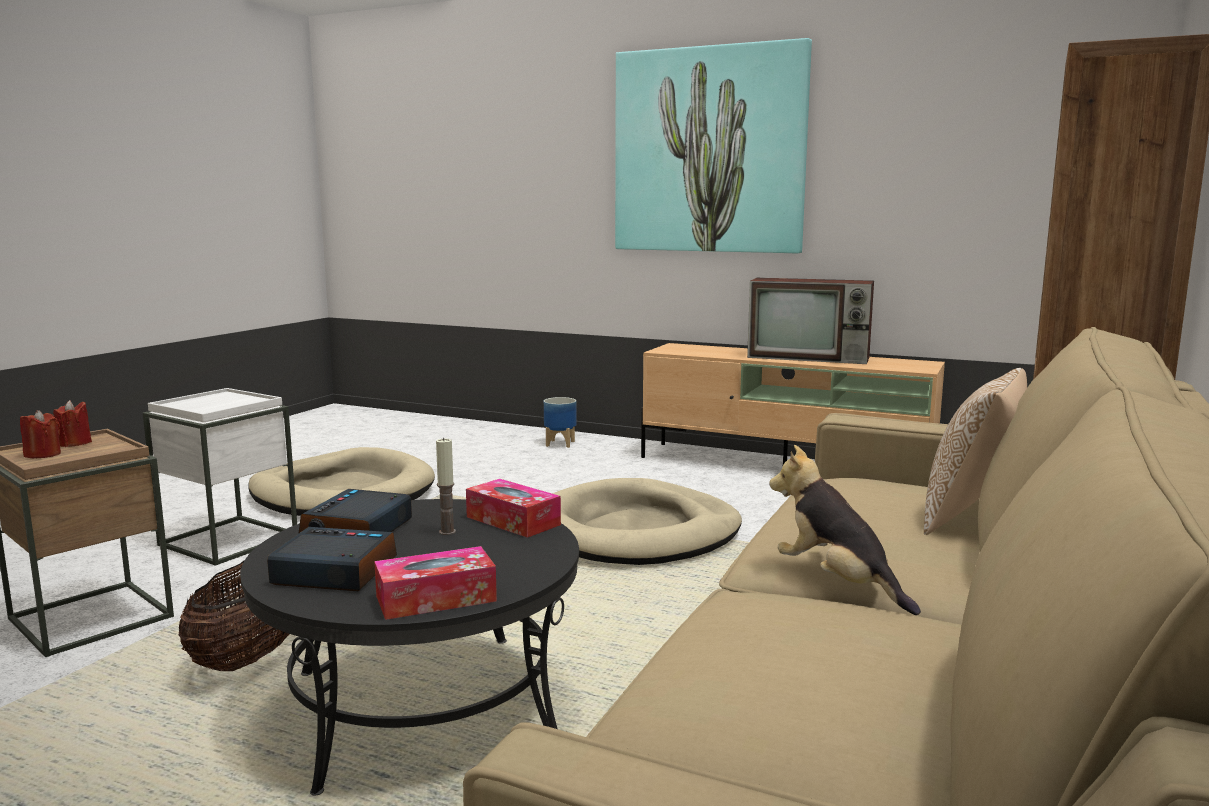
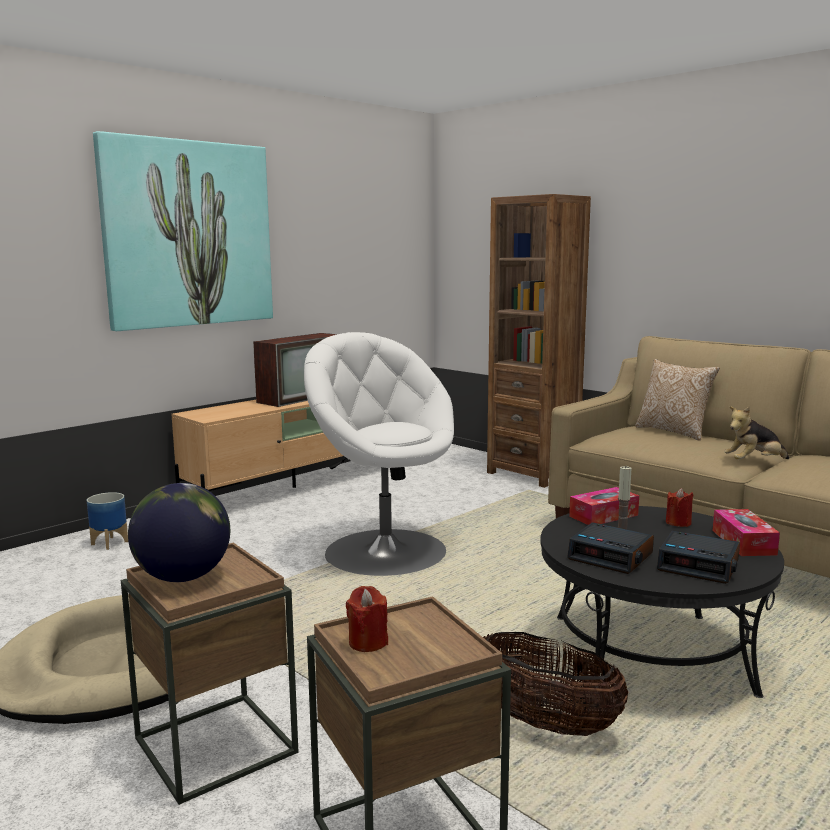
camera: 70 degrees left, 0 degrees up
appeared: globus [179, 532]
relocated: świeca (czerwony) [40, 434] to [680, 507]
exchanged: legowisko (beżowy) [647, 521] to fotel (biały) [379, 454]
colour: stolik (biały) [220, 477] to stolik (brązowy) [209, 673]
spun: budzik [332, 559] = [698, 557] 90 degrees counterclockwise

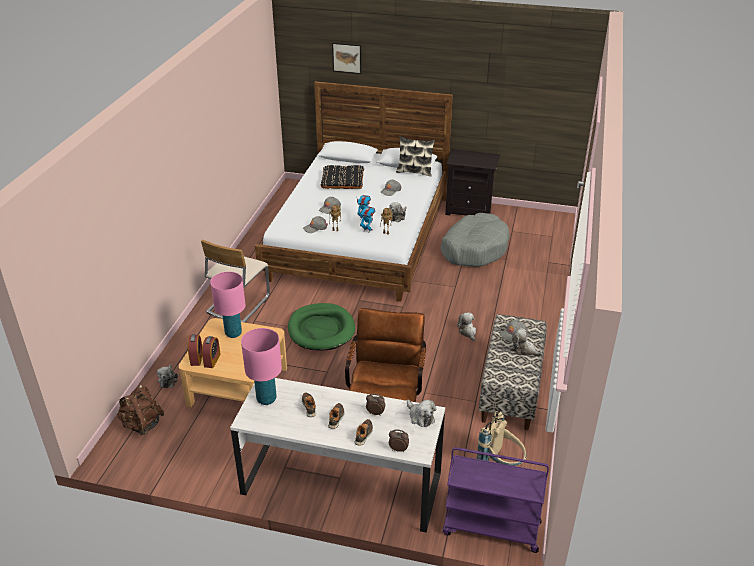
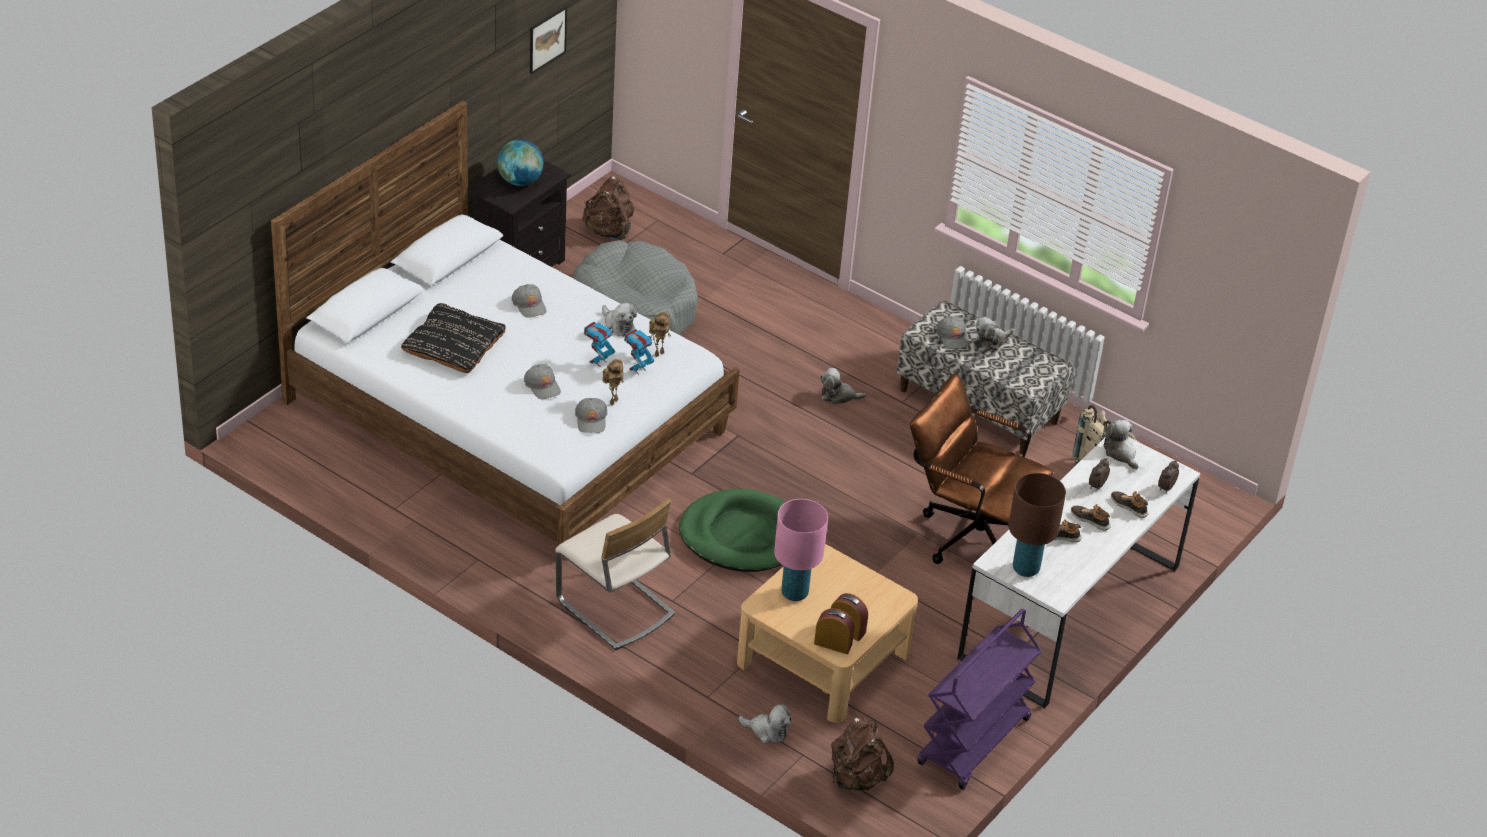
camera: 70 degrees left, 5 degrees up
missing: poduszka [415, 156]
appeared: globus [520, 162]; plecak (brązowy) [608, 208]
relocated: obraz [346, 58] to [548, 40]; wózek (fioletowy) [496, 500] to [979, 699]
colour: lampa stołowa (różowy) [261, 366] to lampa stołowa (brązowy) [1037, 525]
spun: pluszak [421, 413] = [1121, 444] 105 degrees counterclockwise

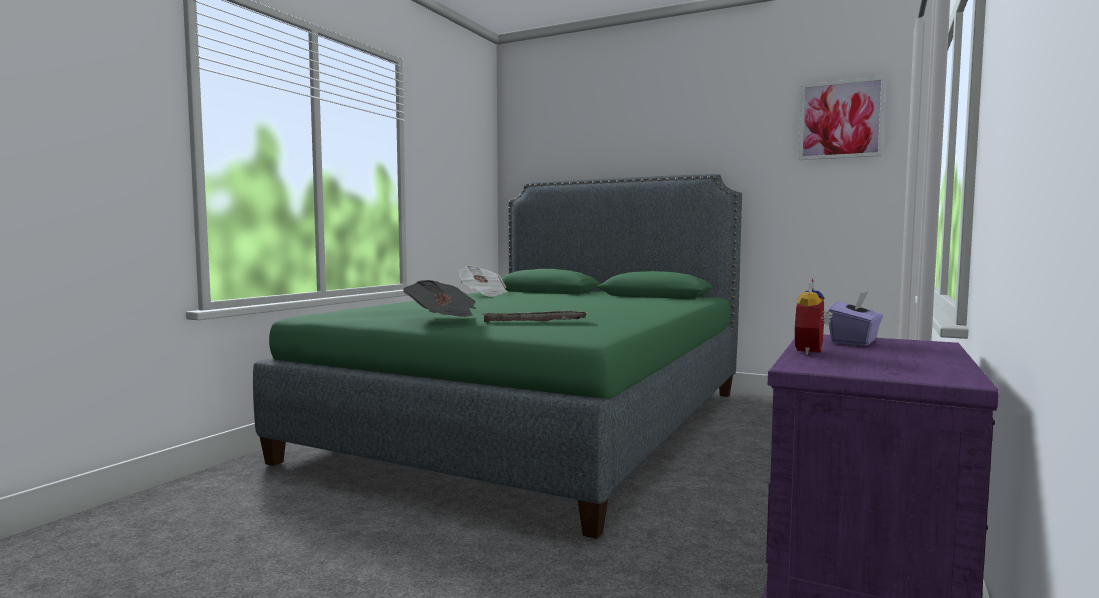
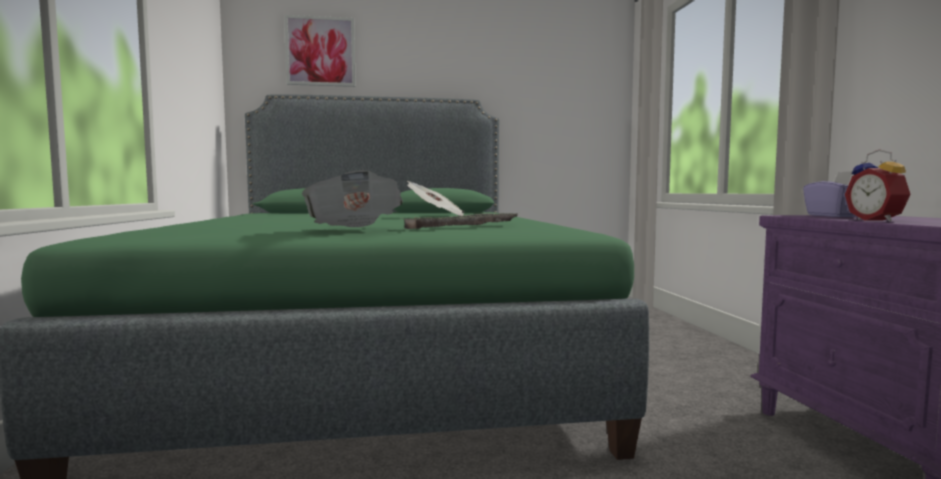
camera: 35 degrees left, 0 degrees up
relocated: obraz [842, 118] to [320, 51]; gazeta [483, 281] to [436, 198]

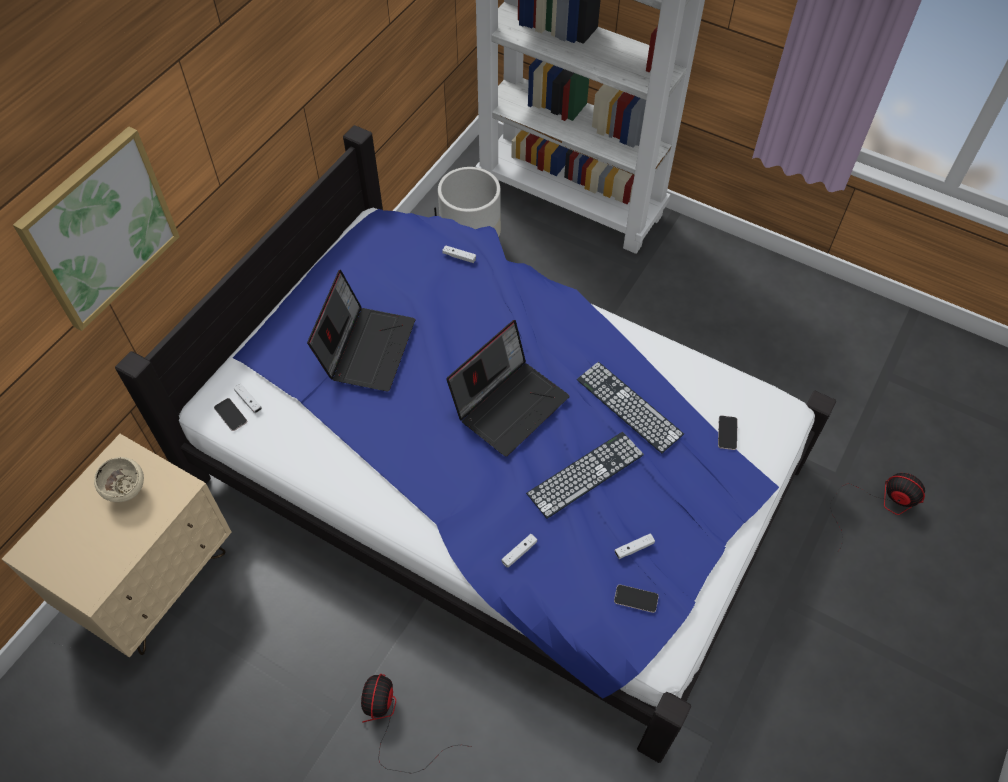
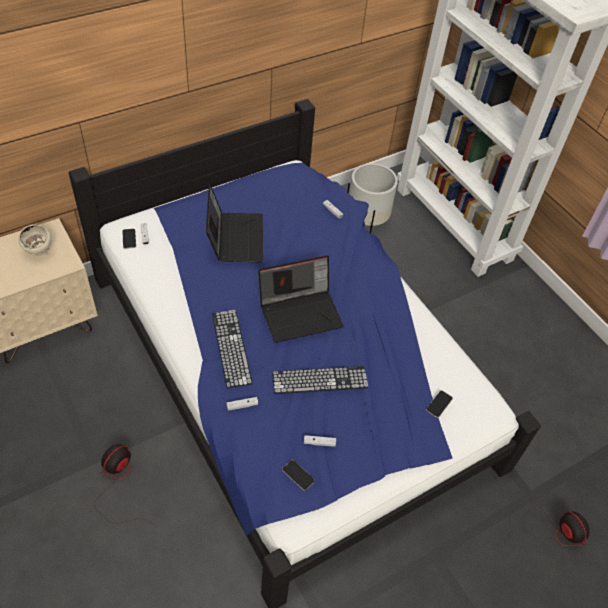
camera: 25 degrees right, 5 degrees down
missing: obraz [96, 228]
relocated: klawiatura [630, 407] to [232, 349]
spun: laptop [361, 330] = [234, 223] 45 degrees counterclockwise

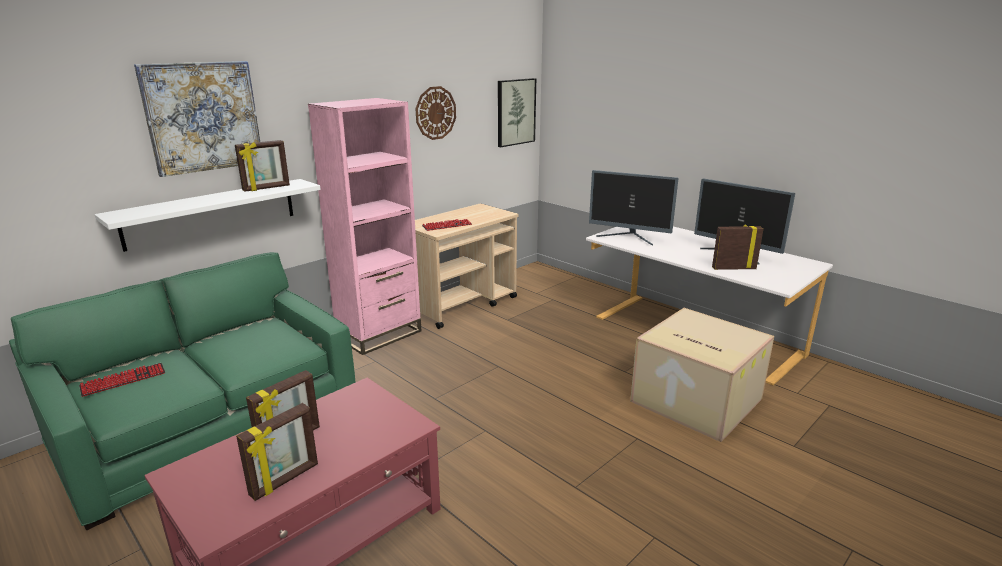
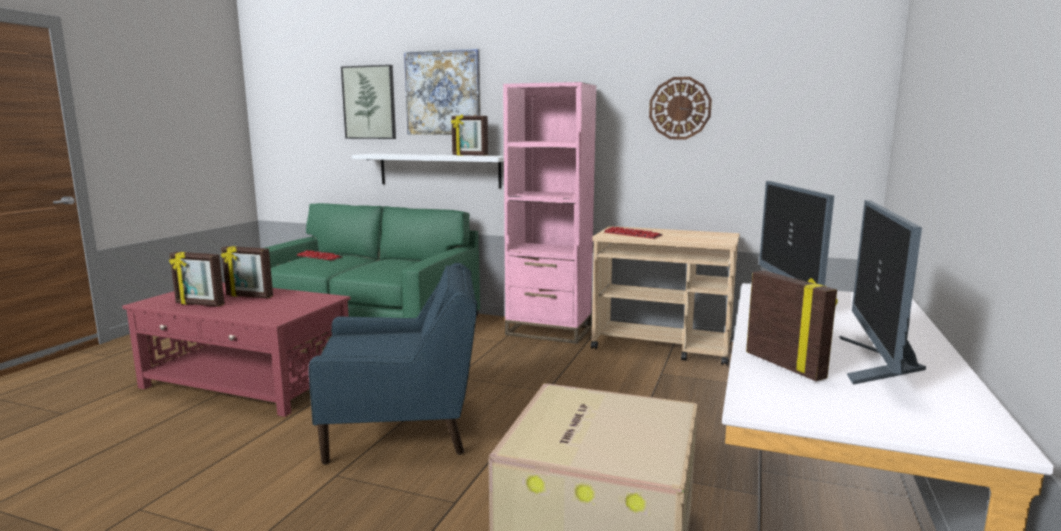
camera: 65 degrees right, 10 degrees down
appeared: fotel (niebieski) [393, 363]
relocated: obraz [517, 112] to [368, 102]

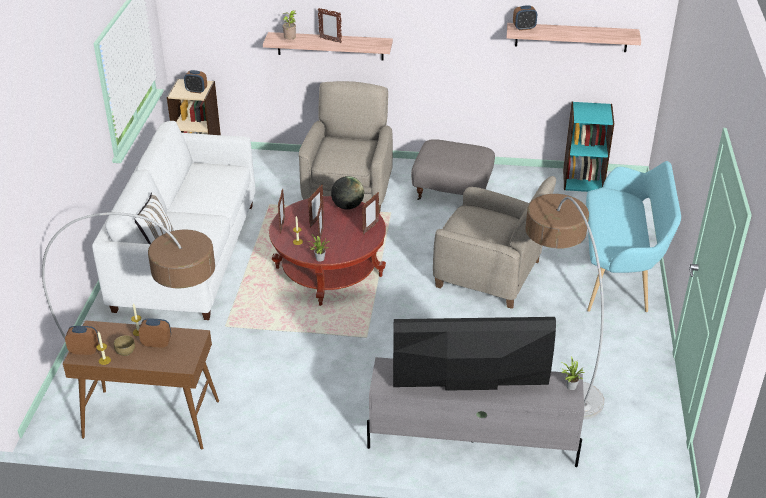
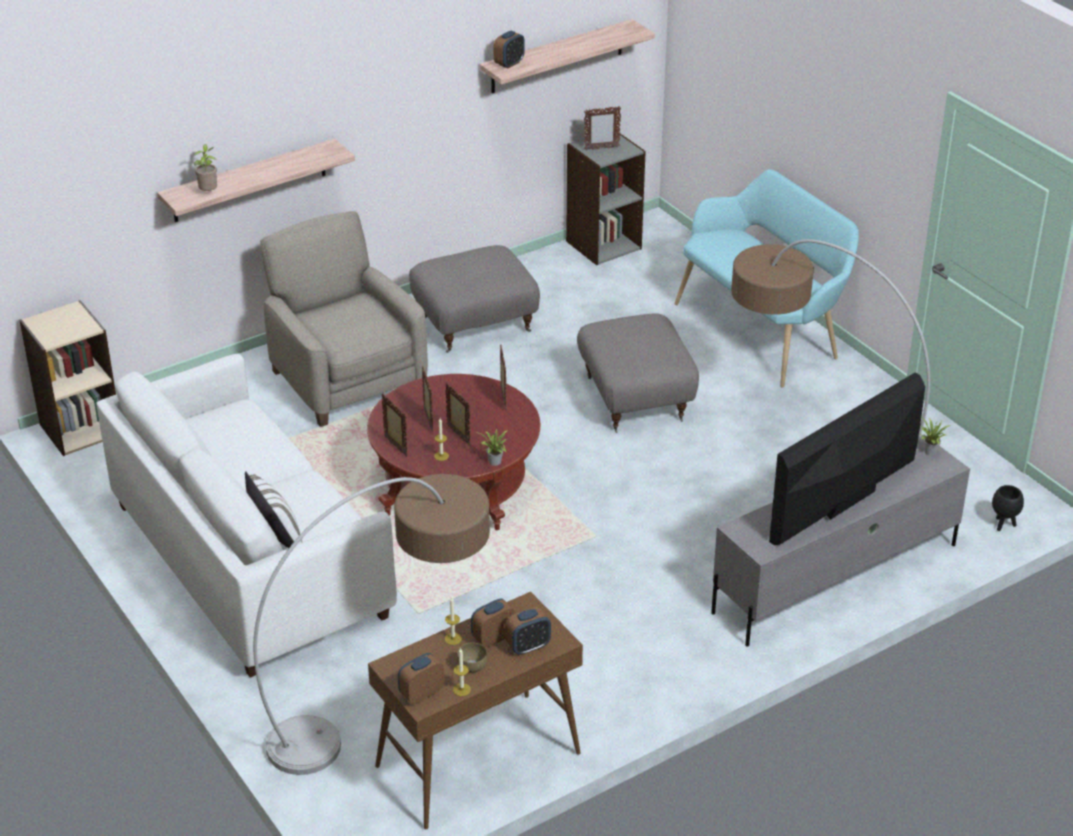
camera: 40 degrees left, 0 degrees up
missing: globus [347, 193]
appeared: donica (czarny) [1008, 508]
relocated: budzik [195, 81] to [528, 631]; ramka na zdjęcie [330, 25] to [602, 128]
exchanged: fotel (beżowy) [494, 242] to pufa (szary) [638, 373]
colour: regał (turkusowy) [588, 147] to regał (szary) [606, 198]

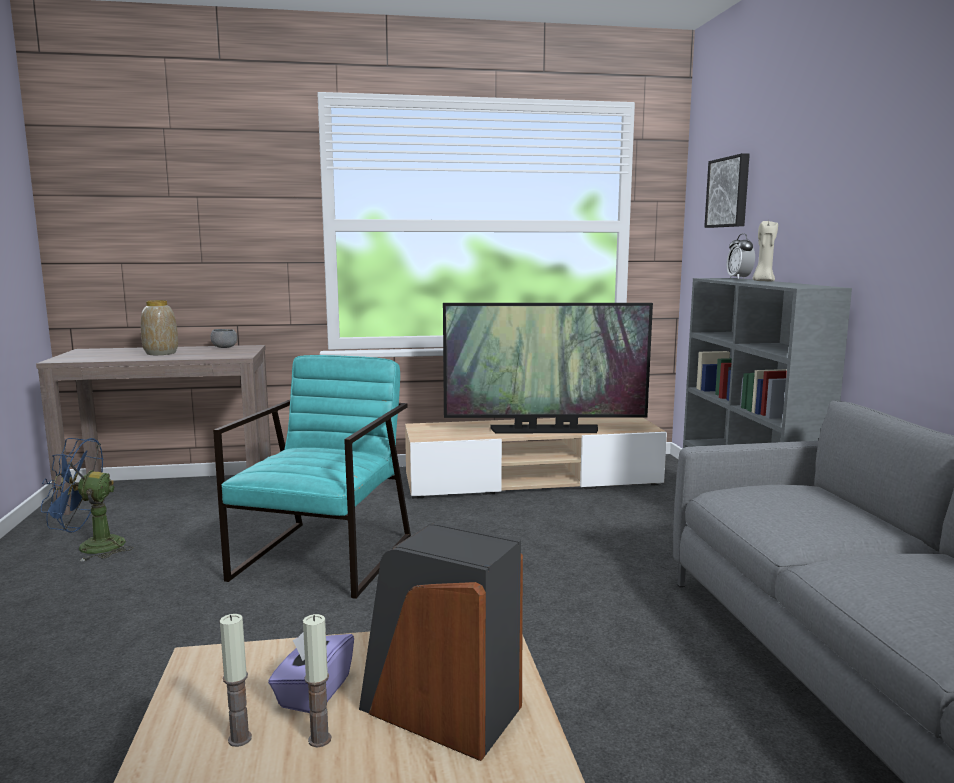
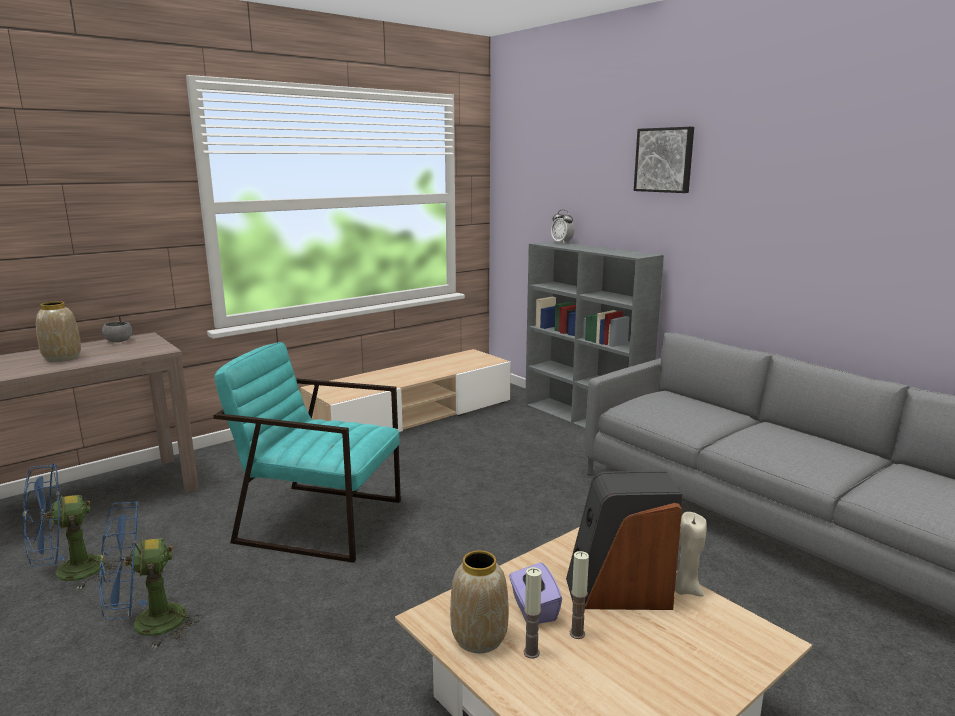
camera: 30 degrees left, 5 degrees up
missing: telewizor [548, 368]
appeared: wentylator (niebieski) [151, 575]; wazon [479, 602]
relocated: obraz [727, 190] to [664, 160]; świeca (beżowy) [765, 251] to [691, 554]
spun: fotel (turkusowy) [312, 477] = [307, 452] 60 degrees counterclockwise

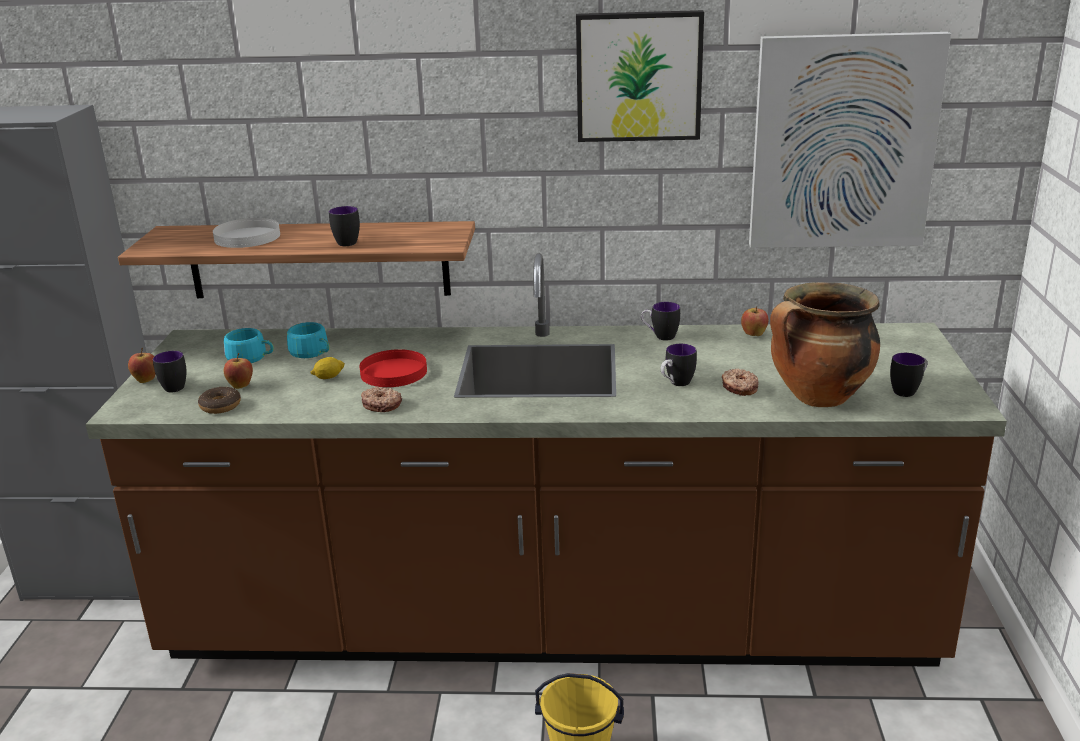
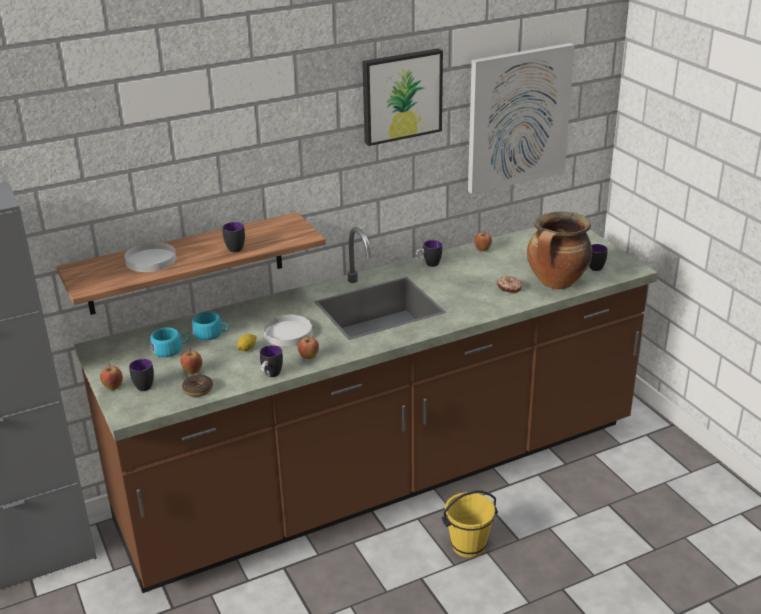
camera: 30 degrees left, 5 degrees up
relocated: kubek [679, 365] to [271, 361]
exchanged: donut [381, 399] to jabłko [308, 348]
colour: talerz (czerwony) [393, 368] to talerz (biały) [288, 330]

